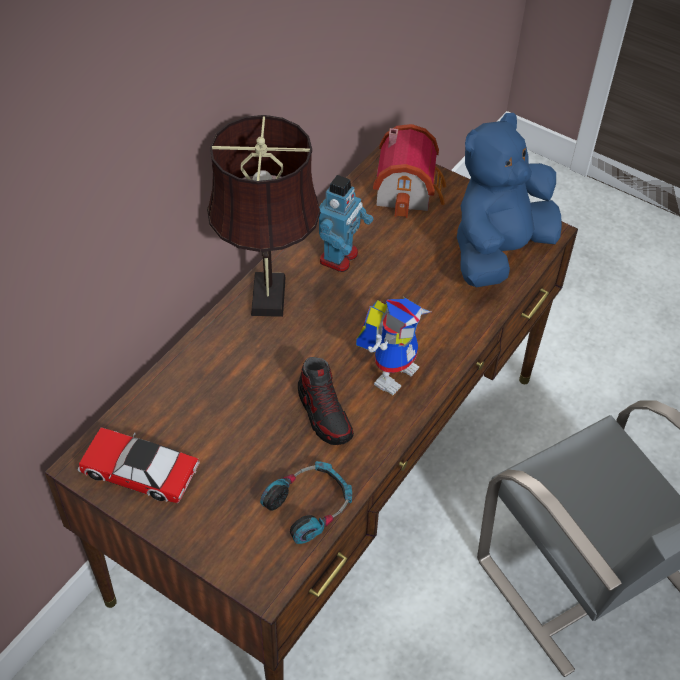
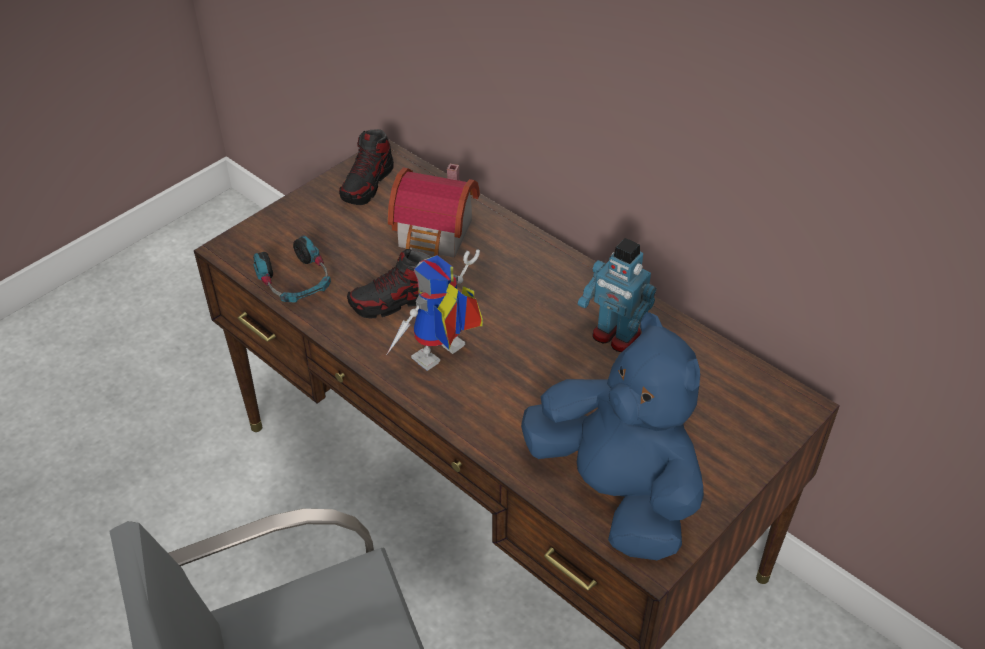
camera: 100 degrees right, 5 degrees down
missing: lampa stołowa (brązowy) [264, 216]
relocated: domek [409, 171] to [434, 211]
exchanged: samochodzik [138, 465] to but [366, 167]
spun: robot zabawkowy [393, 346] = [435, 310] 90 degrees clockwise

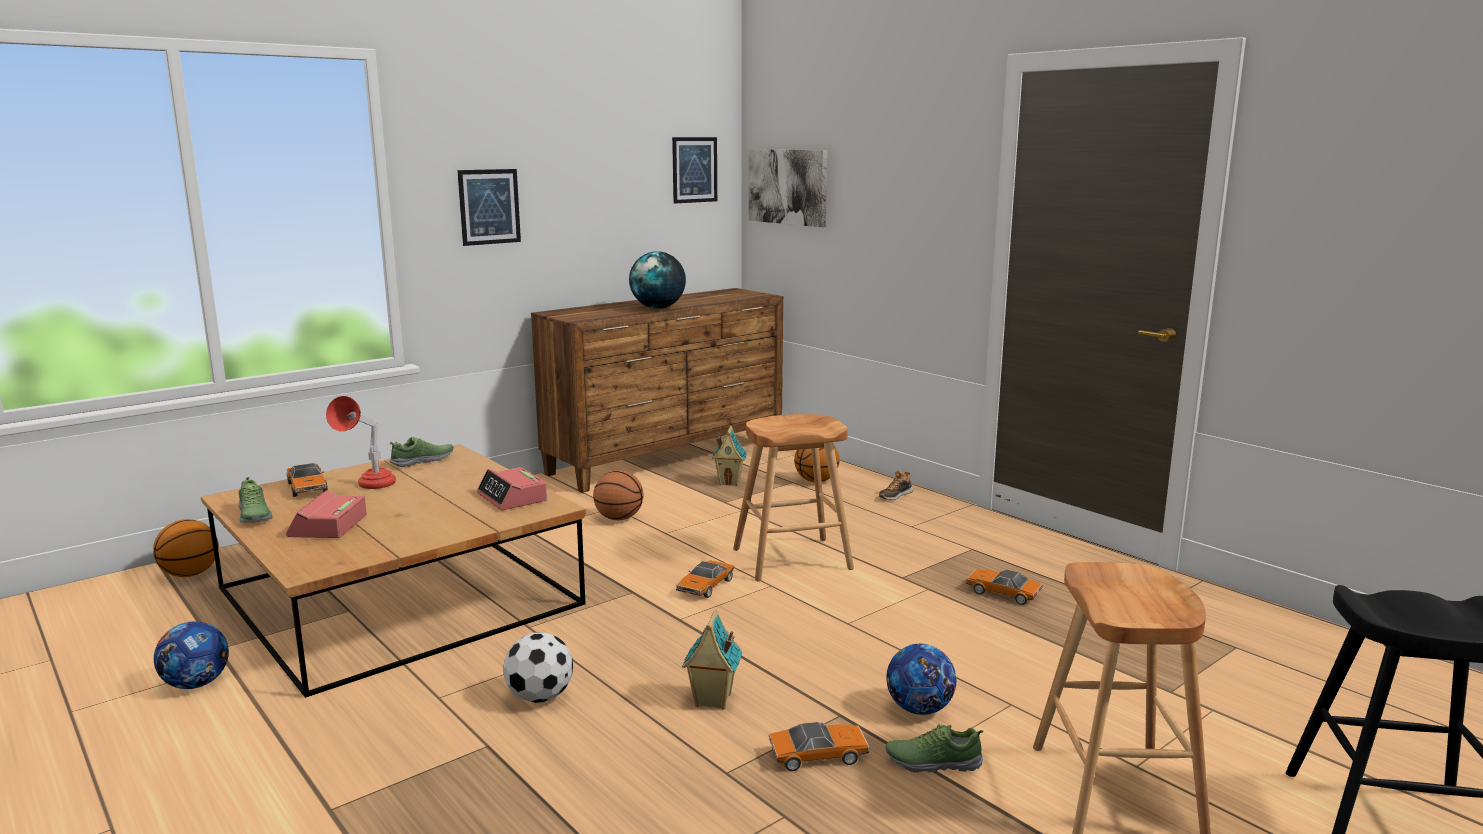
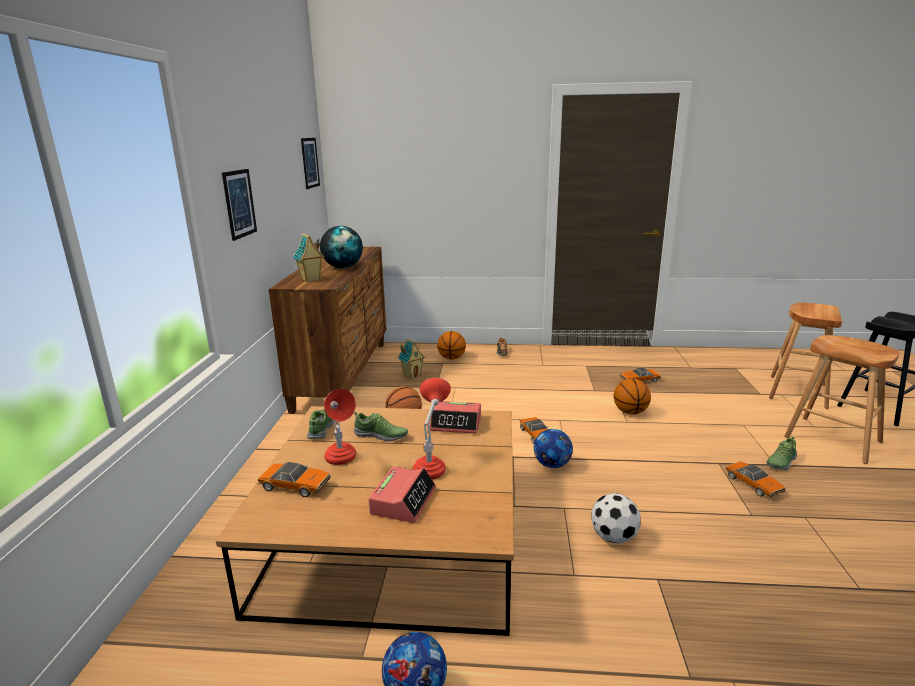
camera: 45 degrees left, 5 degrees up
missing: obraz [788, 188]
appeared: lampa stołowa (czerwony) [432, 429]
relocated: domek [712, 659] to [309, 257]; but [255, 500] to [381, 427]; piłka futbolowa [921, 679] to [553, 448]; piłka do koszykówki [186, 548] to [632, 397]; stołek (brązowy) [793, 497] to [805, 356]
spun: budzik [326, 514] = [402, 494] 120 degrees counterclockwise; samochodzik [819, 746] = [756, 479] 120 degrees clockwise

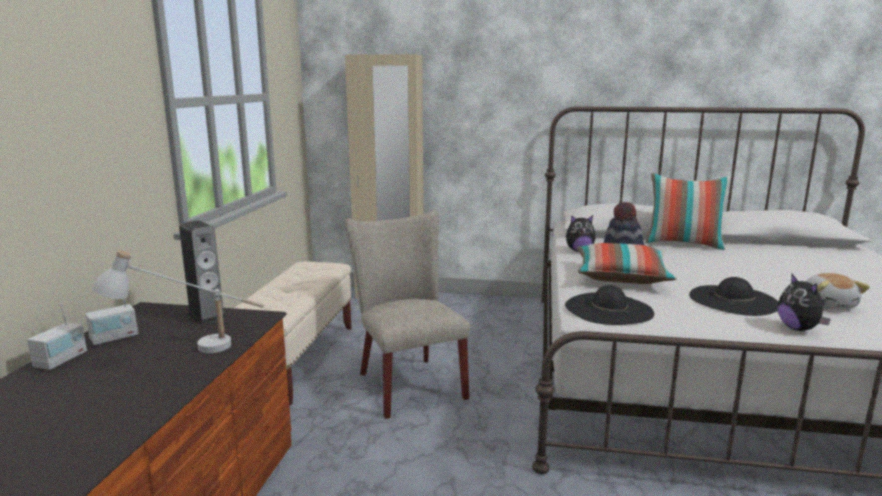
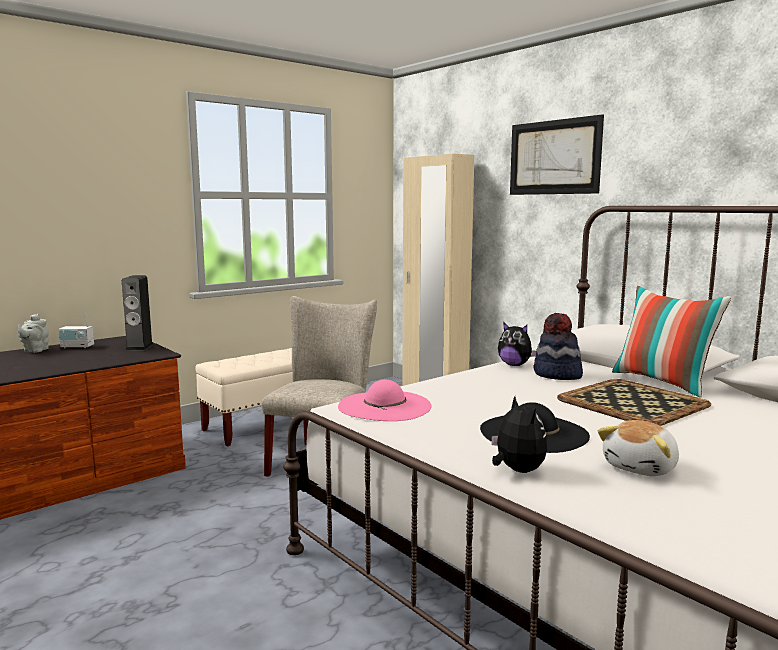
camera: 40 degrees right, 5 degrees down
missing: lampa stołowa (biały) [178, 301]; poduszka [627, 263]
appeared: obraz [557, 154]; taca [634, 402]
exchanged: radio [57, 336] to imbryk (szary) [33, 333]
colour: kapelusz (czarny) [609, 305] to kapelusz (różowy) [385, 400]
spun: pluszak [804, 302] = [519, 434] 135 degrees clockwise

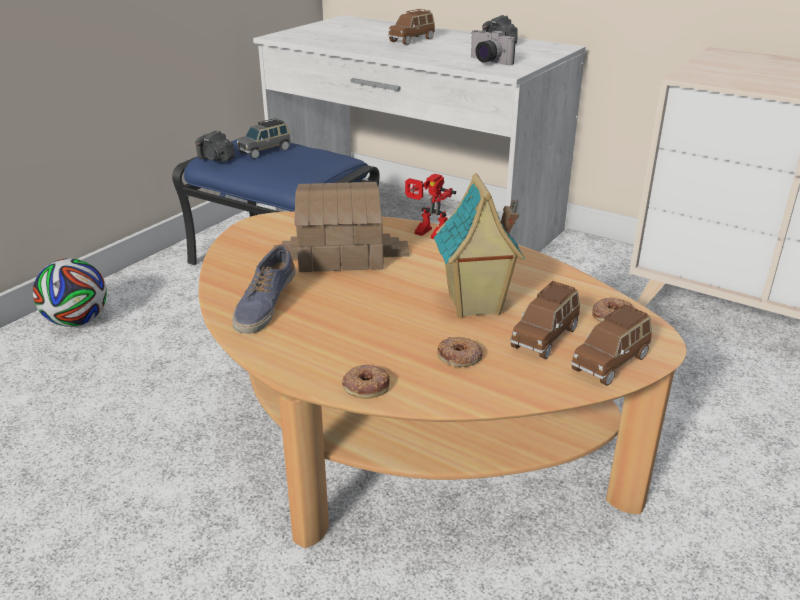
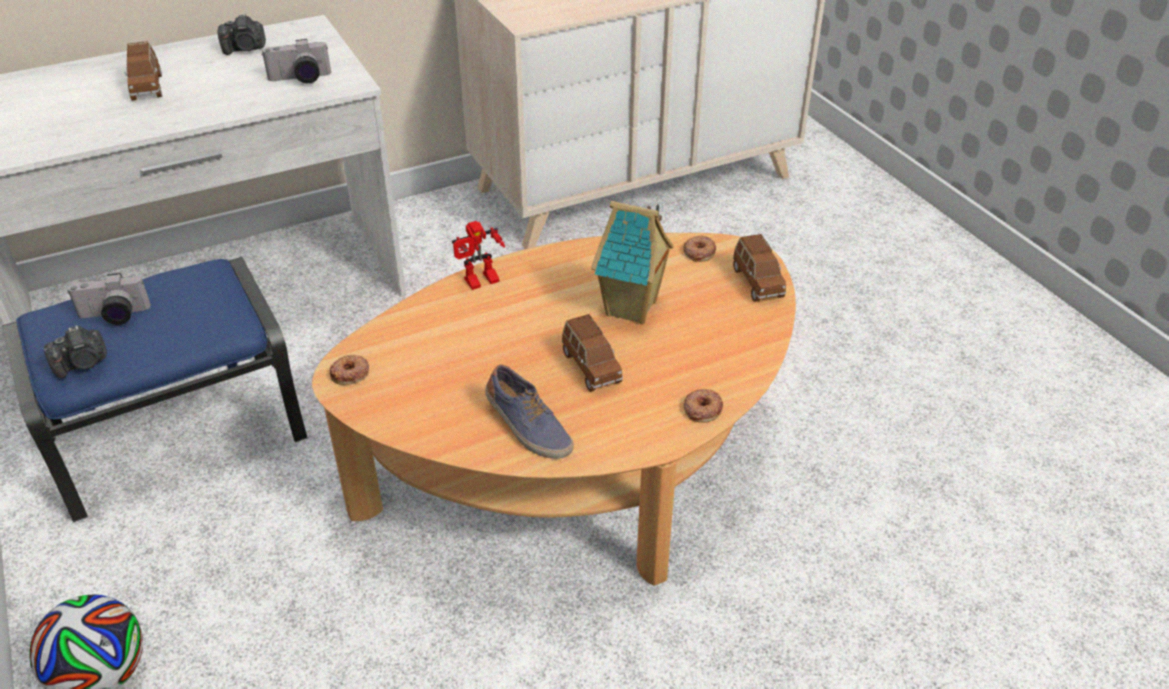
camera: 60 degrees left, 10 degrees up
missing: domek [341, 227]
relocated: donut [460, 352] to [349, 370]; samochodzik (brązowy) [545, 320] to [592, 353]
exchanged: samochodzik (szary) [264, 138] to aparat fotograficzny [109, 299]

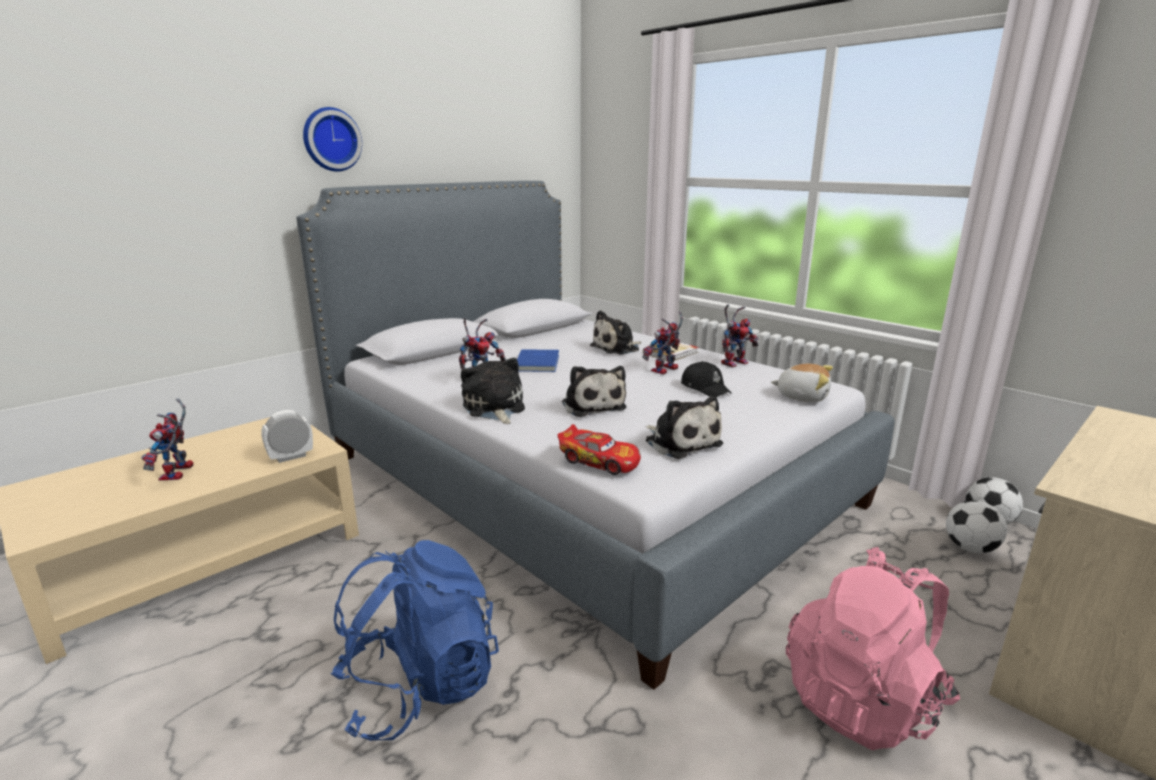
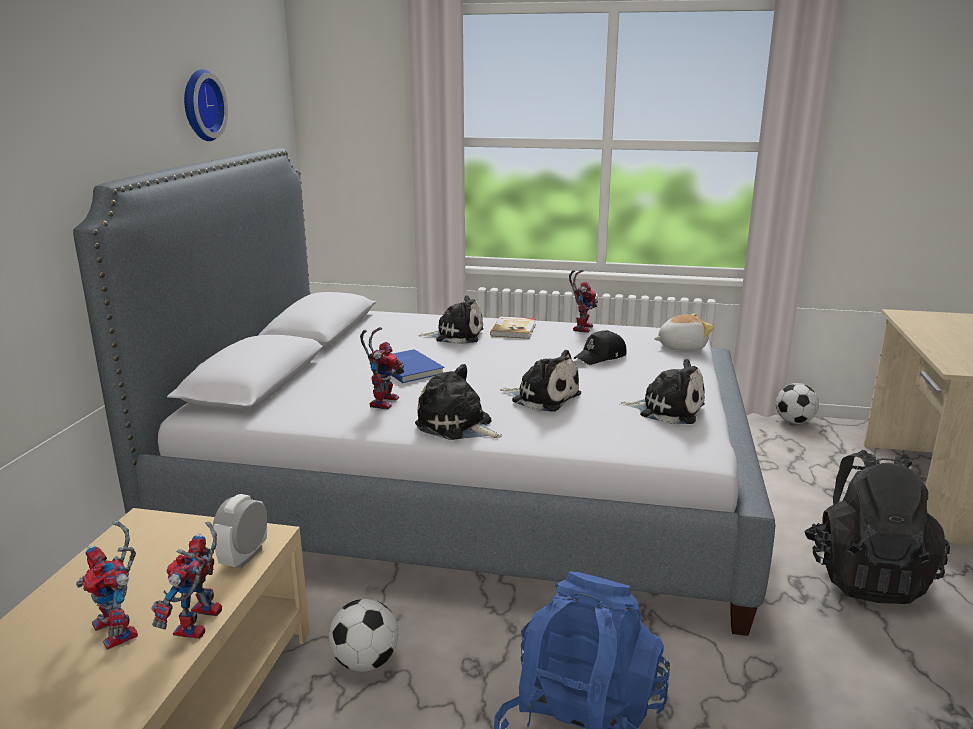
camera: 35 degrees left, 0 degrees up
missing: samochodzik [599, 449]
relocated: robot zabawkowy [662, 342] to [186, 580]; zegar ścienny [332, 139] to [206, 105]; piłka futbolowa [976, 526] to [363, 635]
colour: plecak (różowy) [873, 648] to plecak (czarny) [877, 527]
spun: pluszak [615, 332] = [451, 319] 105 degrees counterclockwise; czapka z daszkiem (czarny) [706, 379] = [600, 347] 120 degrees clockwise

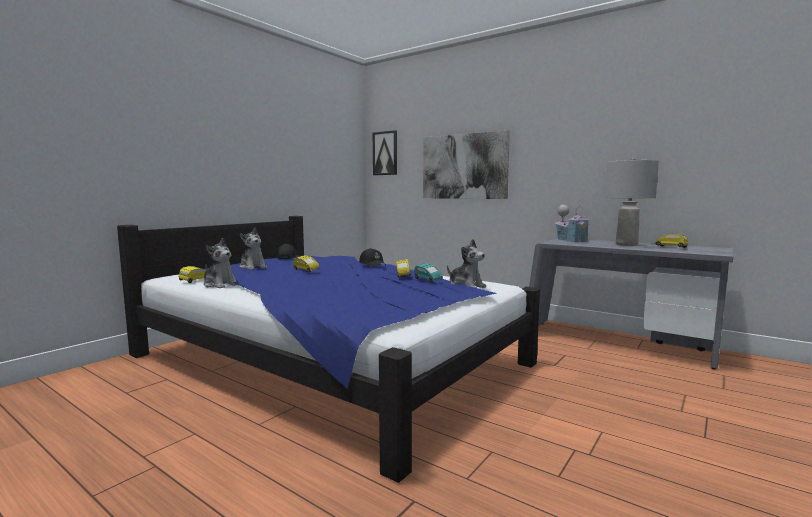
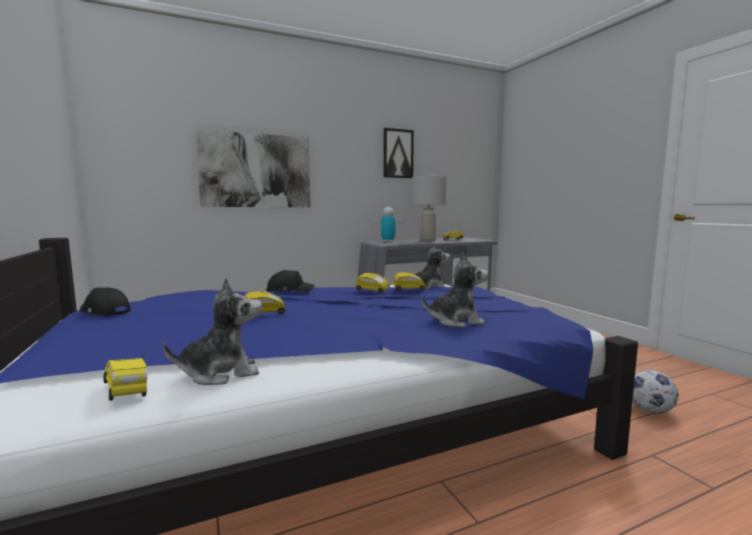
camera: 60 degrees left, 0 degrees up
appeared: piłka futbolowa [655, 392]
relocated: obraz [385, 152] to [398, 153]; pluszak [253, 249] to [455, 290]
exchanged: domek [572, 223] to robot zabawkowy [388, 224]
colour: samochodzik (turkusowy) [428, 273] to samochodzik (żółty) [409, 281]

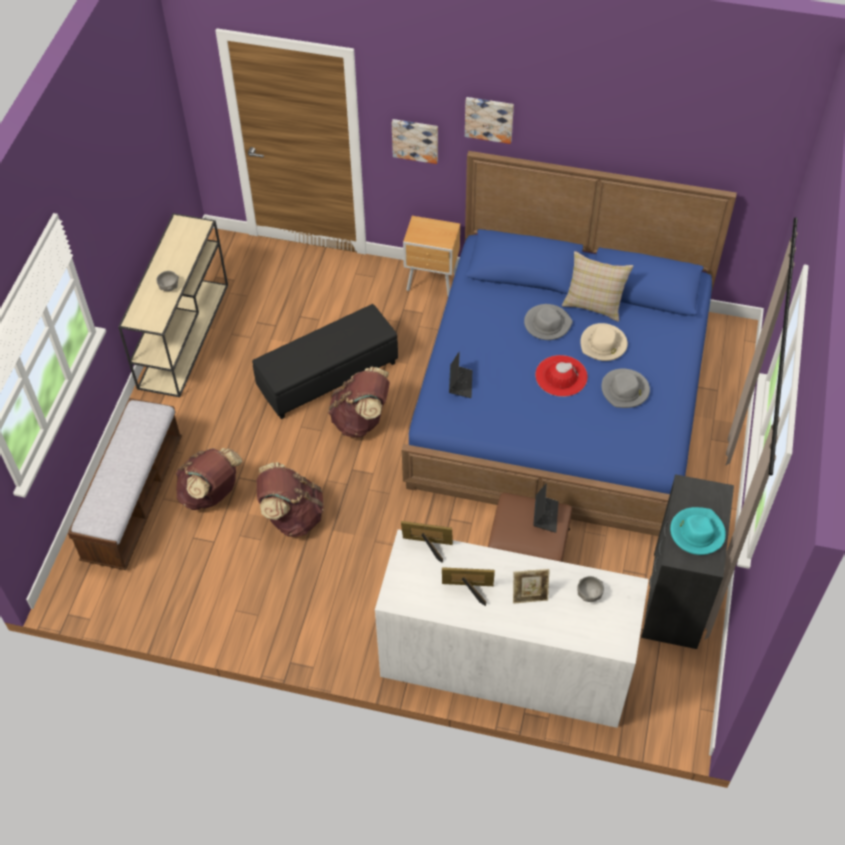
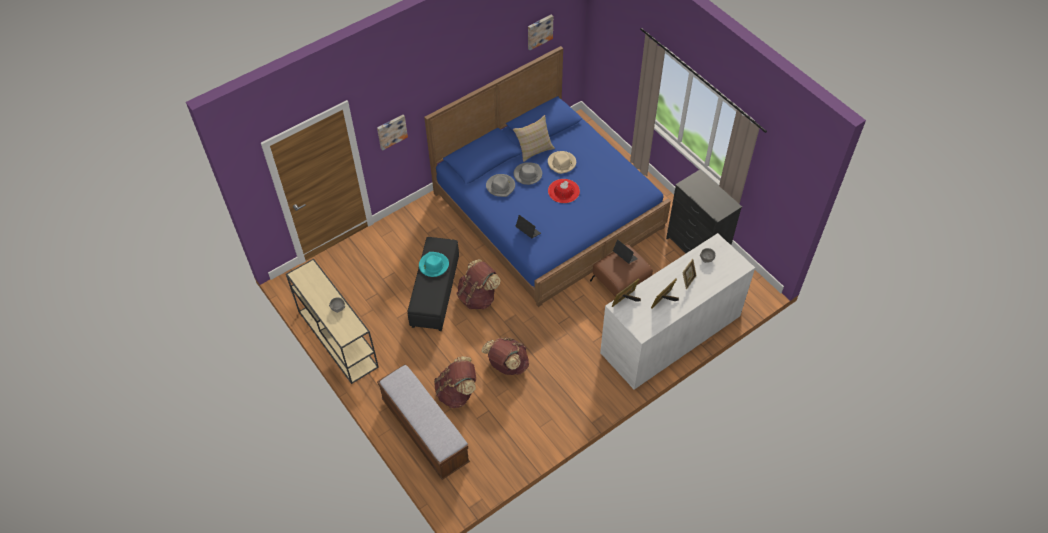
camera: 50 degrees left, 0 degrees up
missing: szafka nocna (brązowy) [431, 256]
relocated: kapelusz (turkusowy) [698, 531] to [434, 264]; kapelusz (szary) [626, 388] to [500, 185]; obraz [489, 120] to [540, 32]

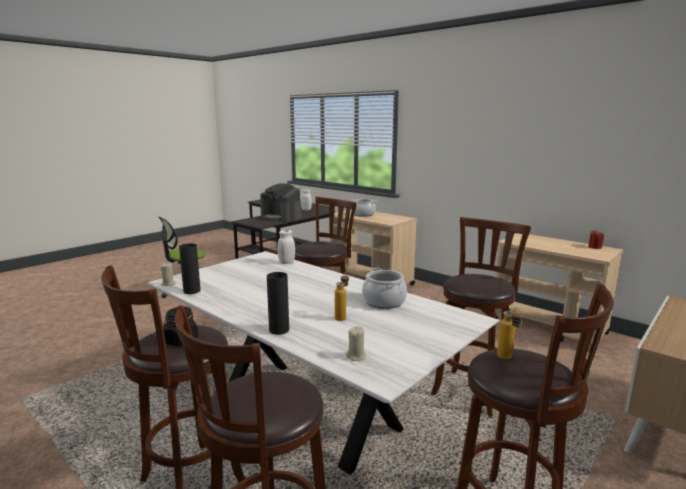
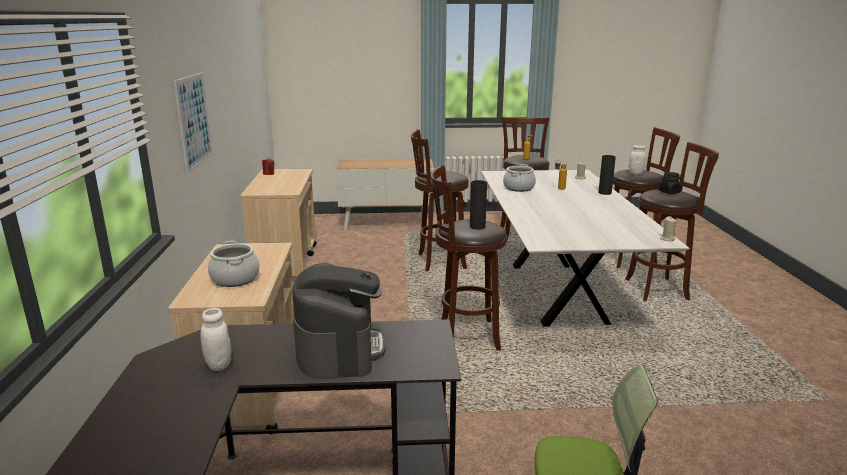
camera: 135 degrees left, 5 degrees up
appeared: obraz [193, 122]
relocated: wazon (czarny) [190, 268] to [478, 205]; słoik (biały) [286, 247] to [637, 160]

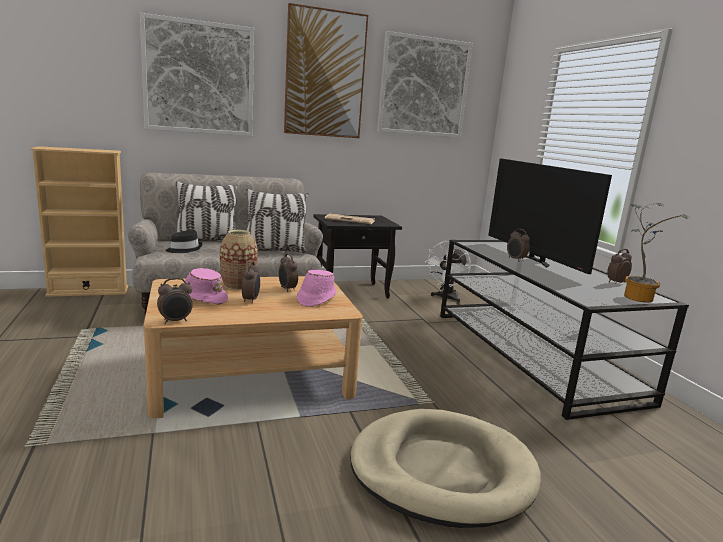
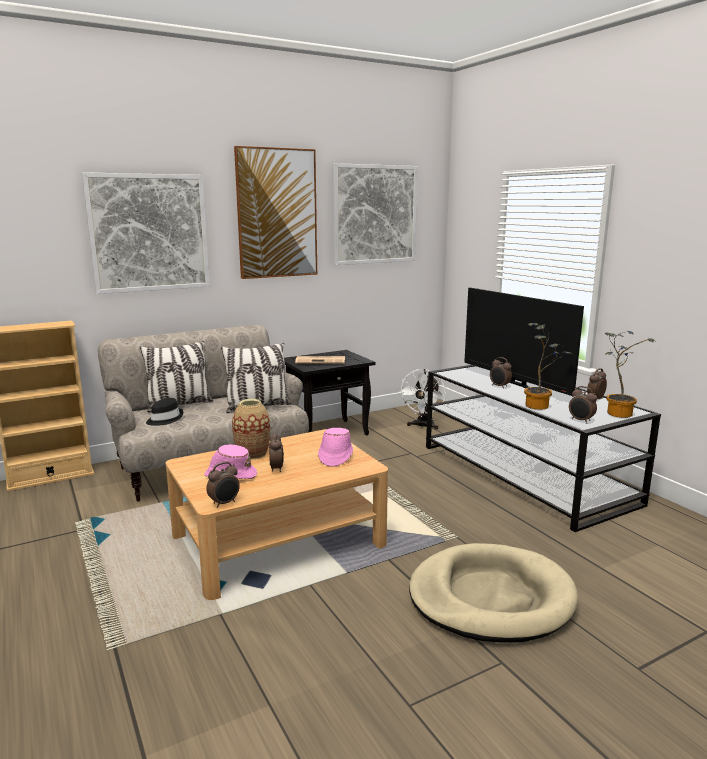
camera: 10 degrees left, 0 degrees up
appeared: roślina doniczkowa [548, 366]
relocated: budzik [288, 272] to [583, 404]

